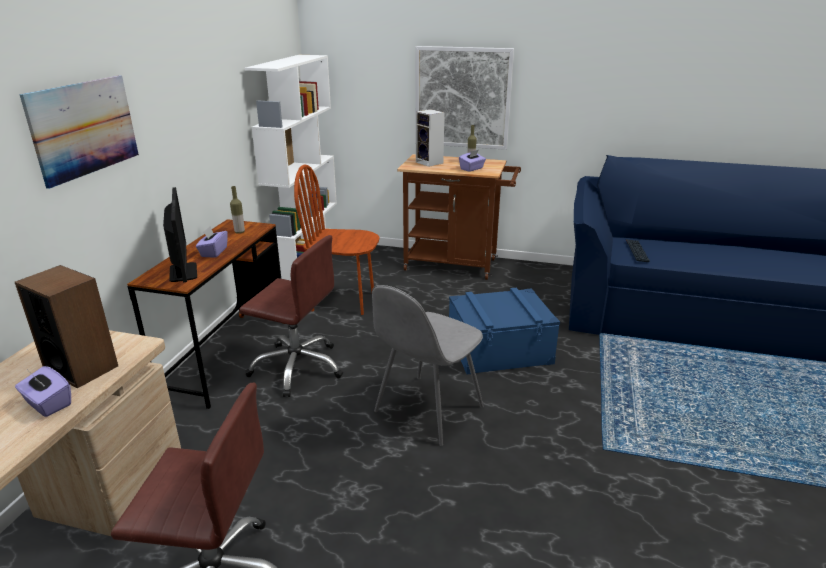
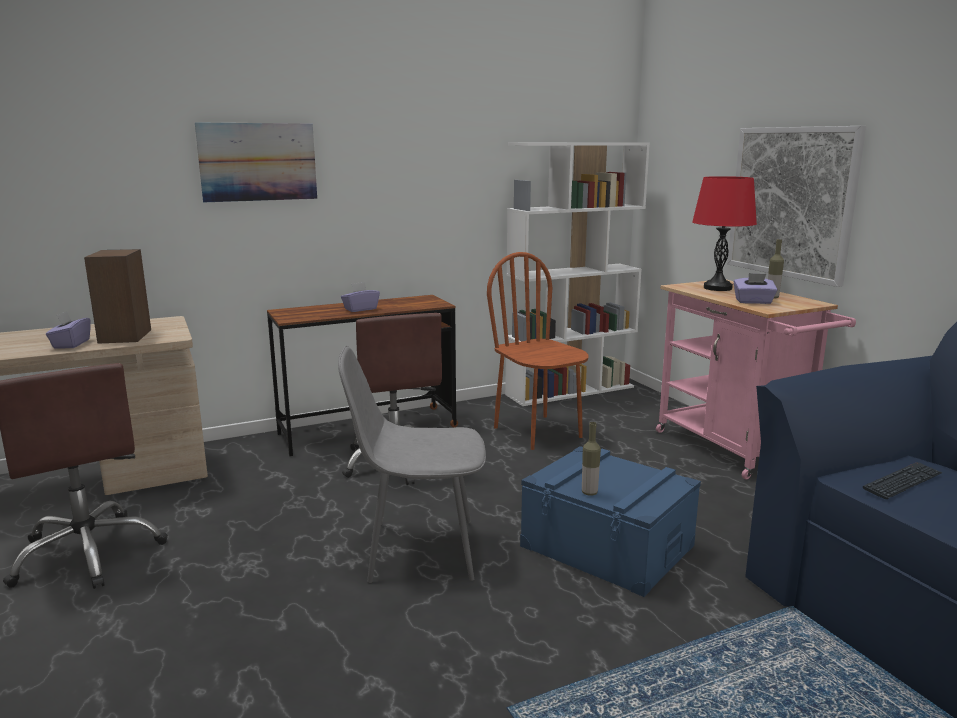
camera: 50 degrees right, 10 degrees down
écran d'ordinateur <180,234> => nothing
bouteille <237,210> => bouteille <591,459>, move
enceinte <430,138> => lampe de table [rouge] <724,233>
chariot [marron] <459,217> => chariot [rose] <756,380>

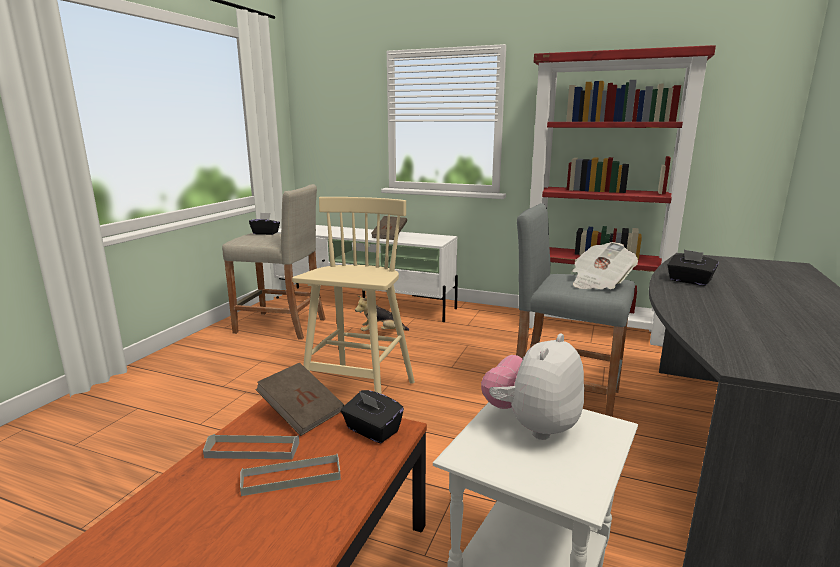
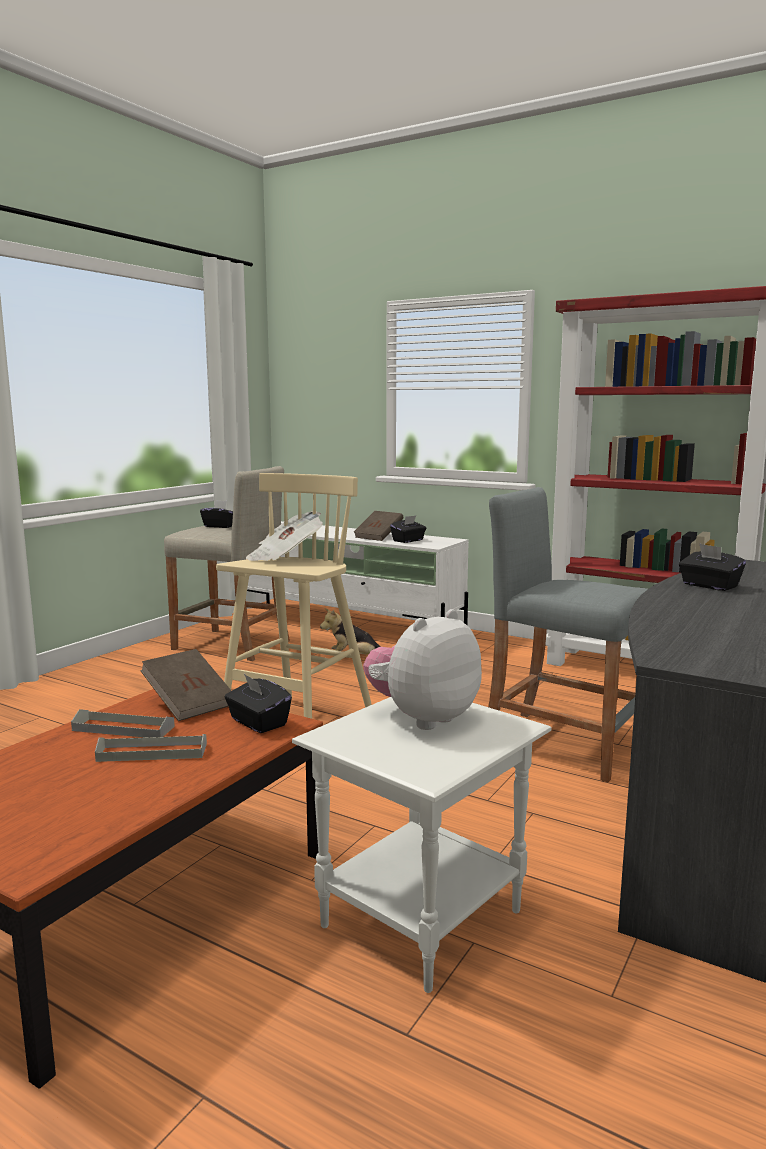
camera: 10 degrees right, 5 degrees down
nothing => boîte à mouchoirs [noir] <408,529>
journal <605,265> => journal <284,536>, move

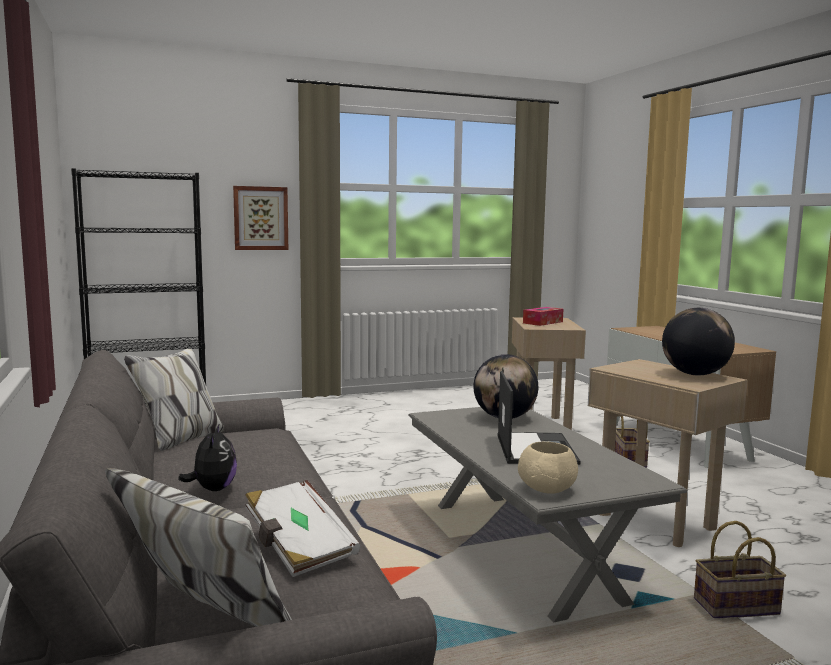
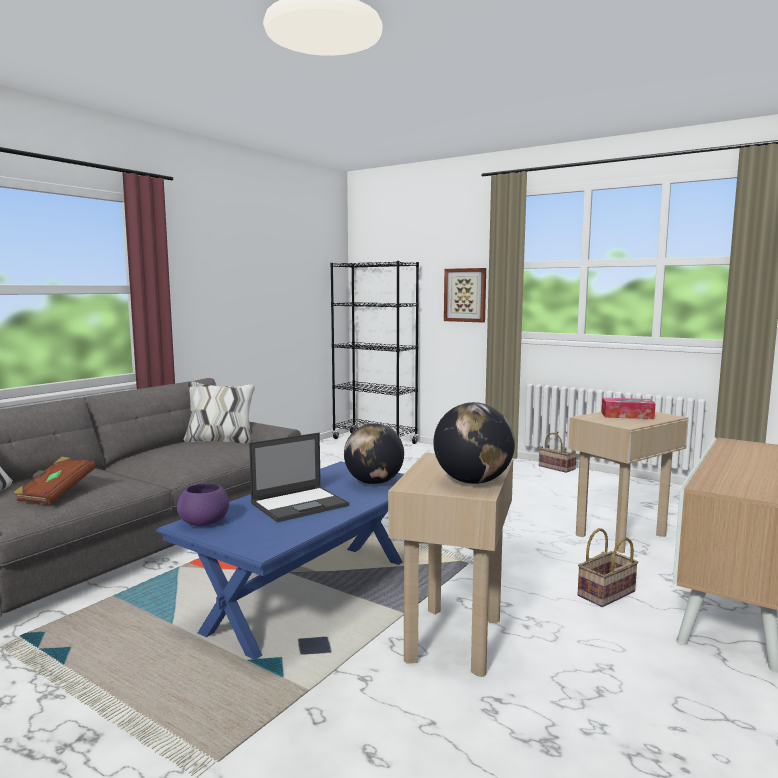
camera: 55 degrees right, 0 degrees up
peluche <207,457> => nothing
panier <740,569> => panier <557,452>, move
livre [blanc] <302,528> => livre [marron] <55,480>
table basse [gris] <548,514> => table basse [bleu] <280,560>
bol [beige] <548,467> => bol [violet] <203,504>

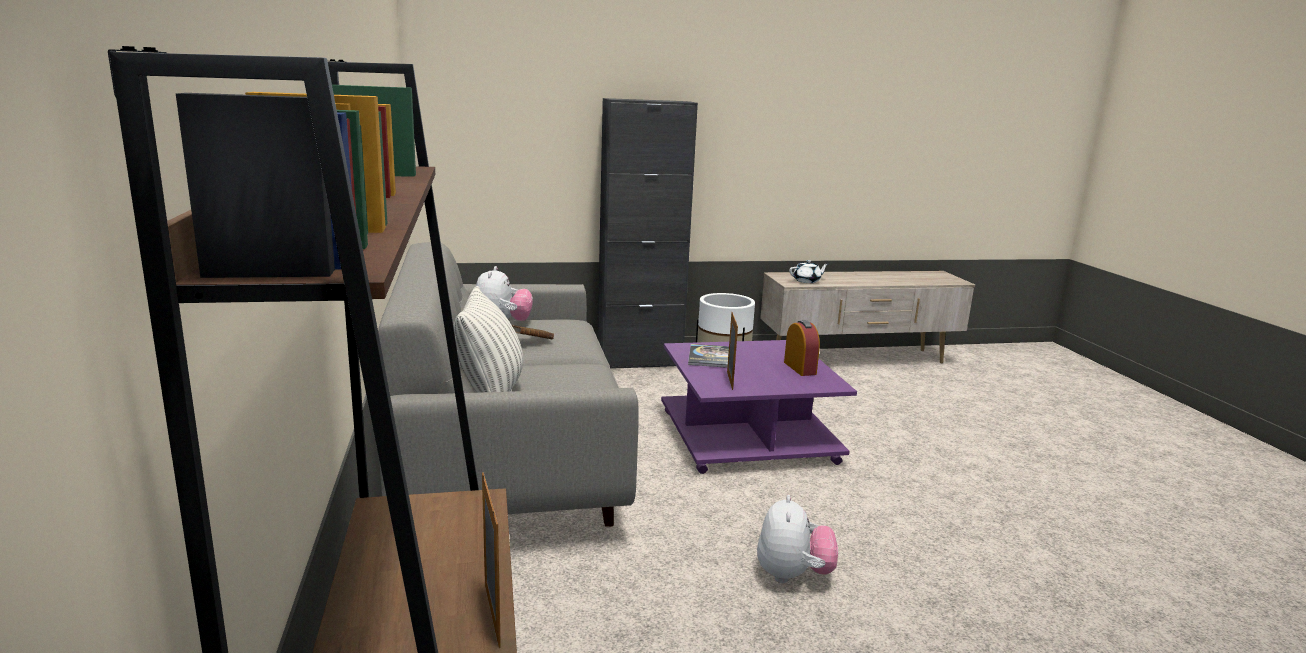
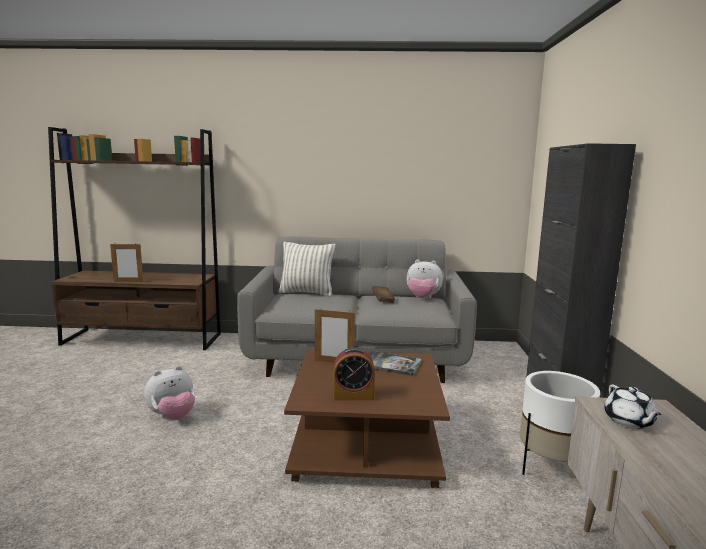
camera: 105 degrees right, 5 degrees down
table basse [violet] <759,407> => table basse [marron] <367,419>
peluche <797,539> => peluche <169,393>, 60 degrees counterclockwise

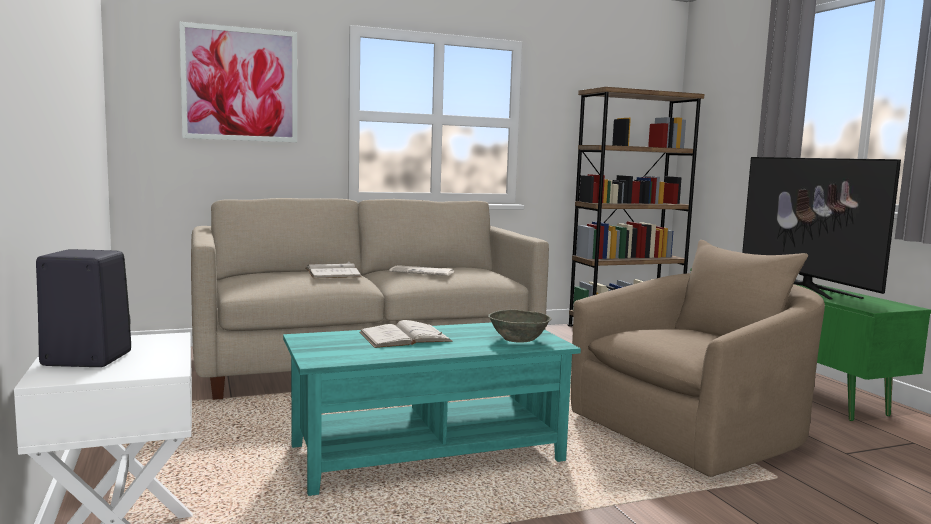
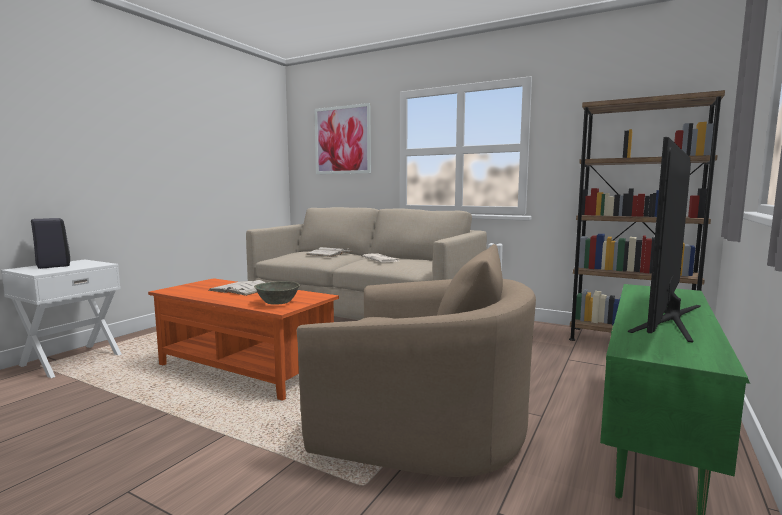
camera: 50 degrees right, 0 degrees up
table basse [turquoise] <432,409> => table basse [orange] <243,339>

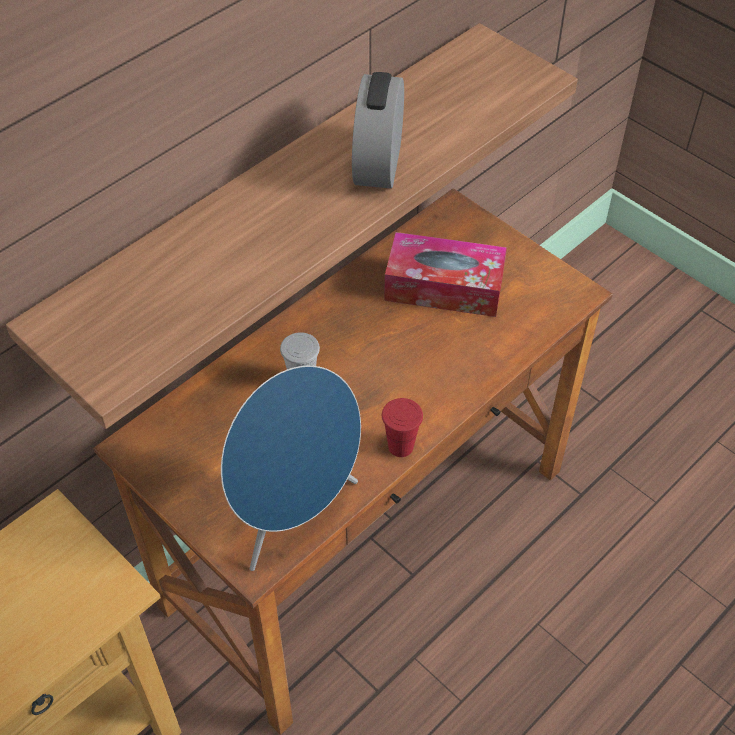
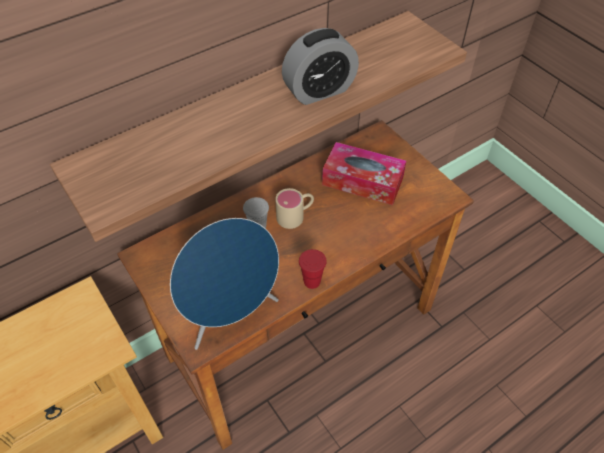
camera: 10 degrees right, 0 degrees up
nothing => mug [beige] <294,208>
réveil <378,130> => réveil <320,66>, 135 degrees counterclockwise

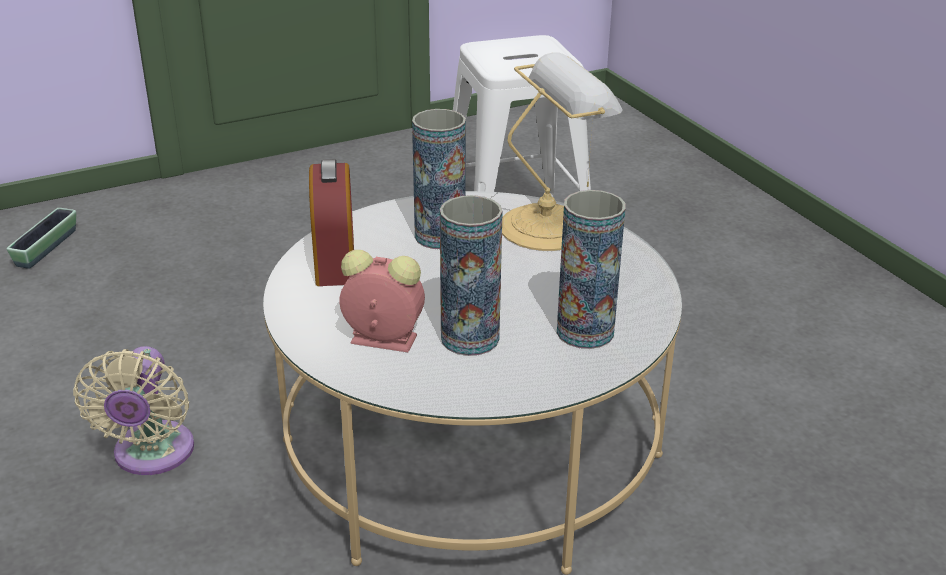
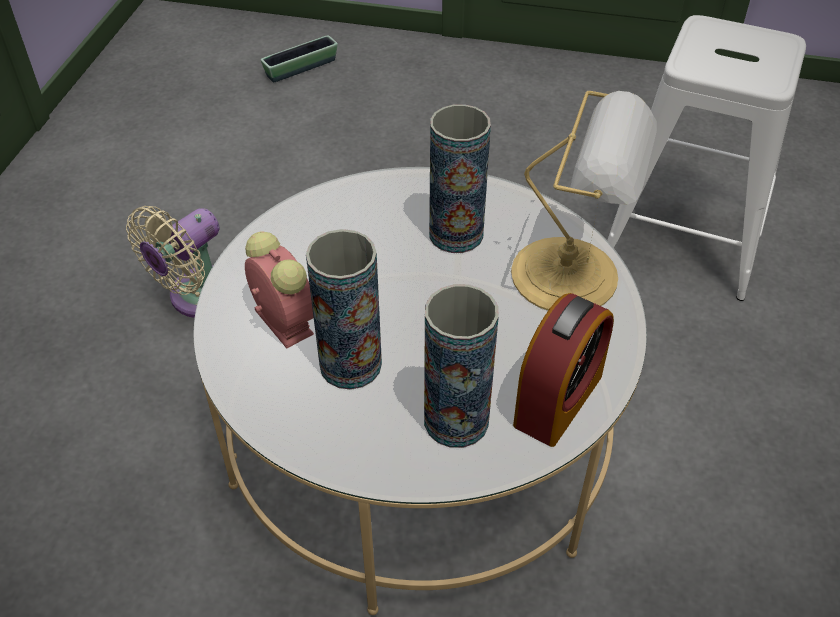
camera: 40 degrees right, 15 degrees up
réveil <331,222> => réveil <563,370>, move

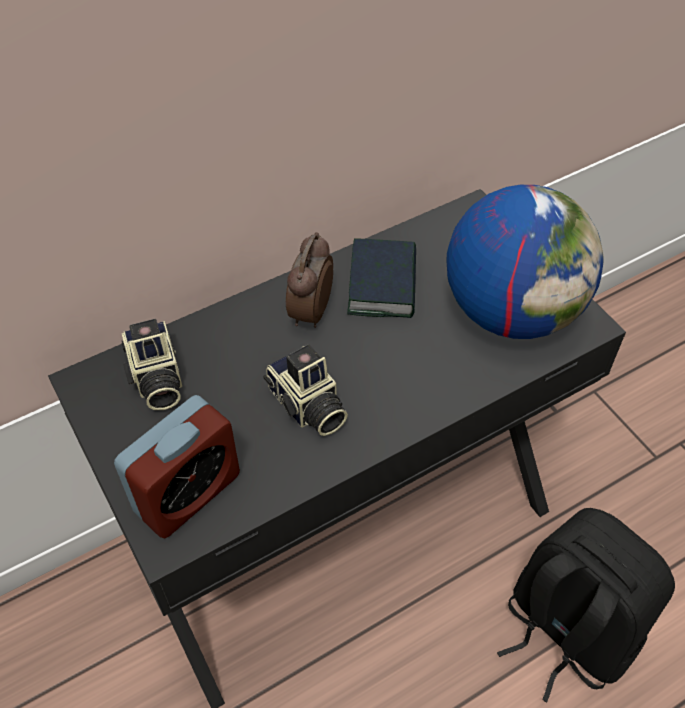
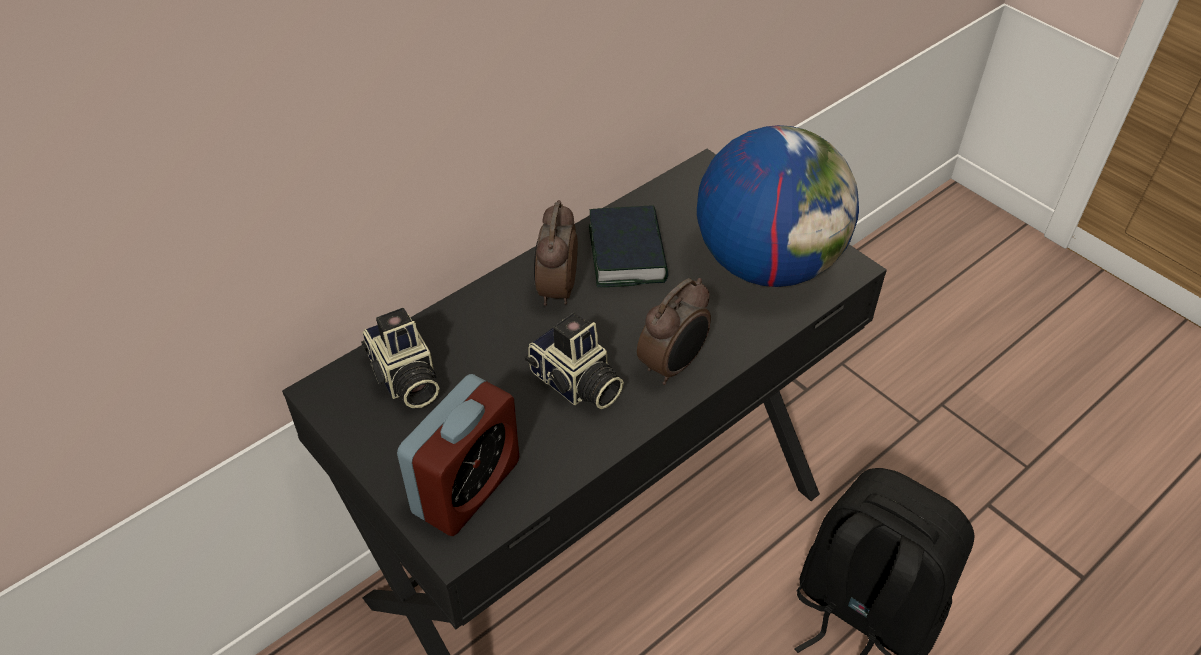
camera: 10 degrees left, 5 degrees down
nothing => réveil <674,331>

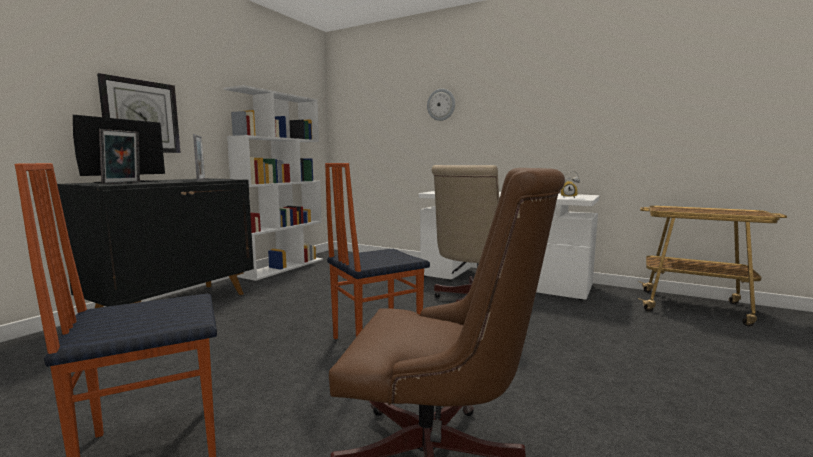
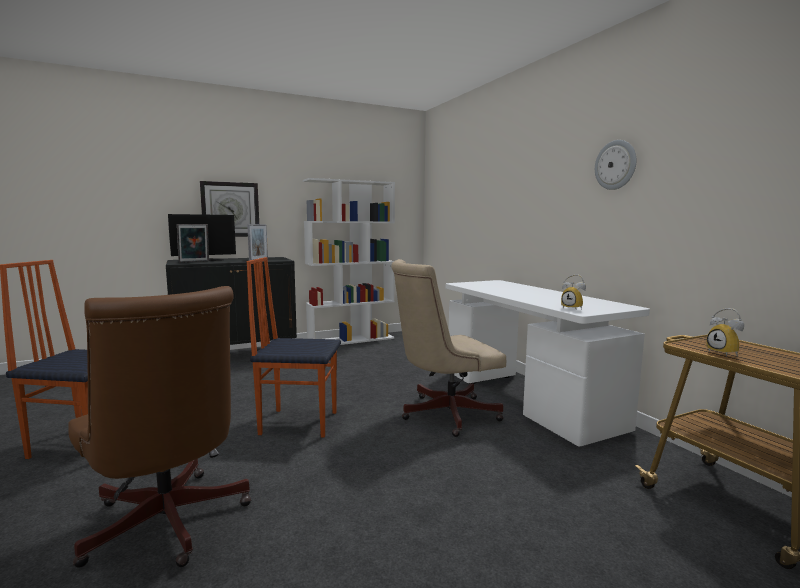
camera: 35 degrees right, 0 degrees up
nothing => réveil <725,332>
horloge murale <441,105> => horloge murale <616,165>, move

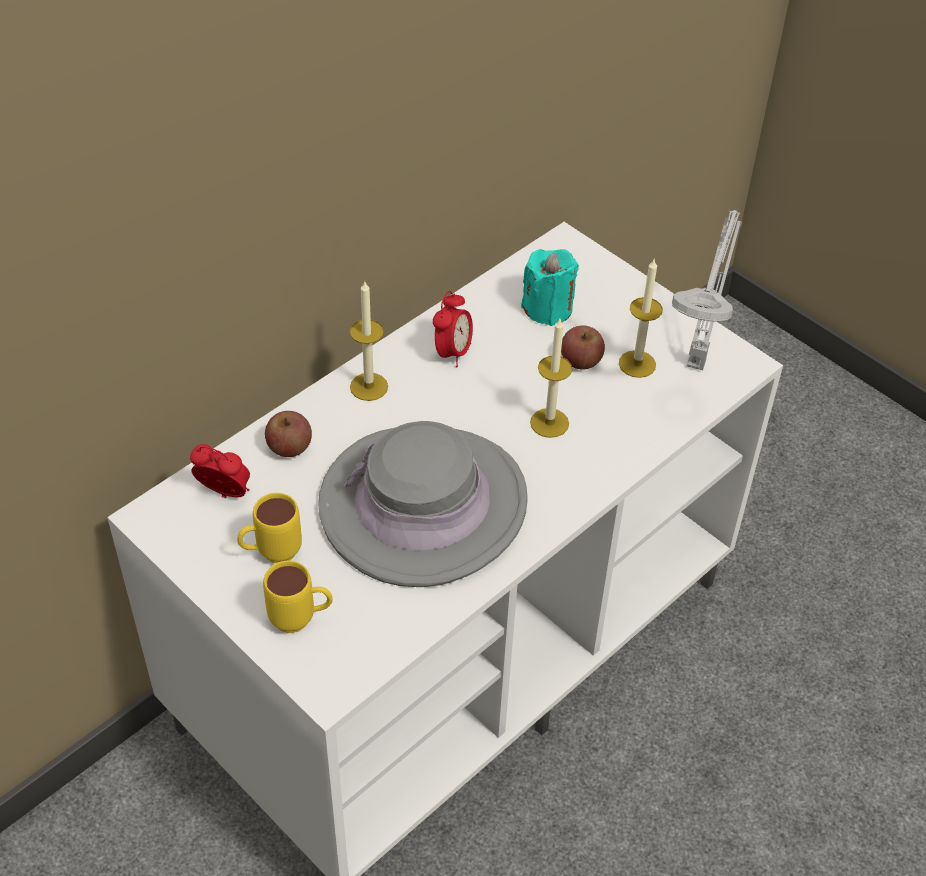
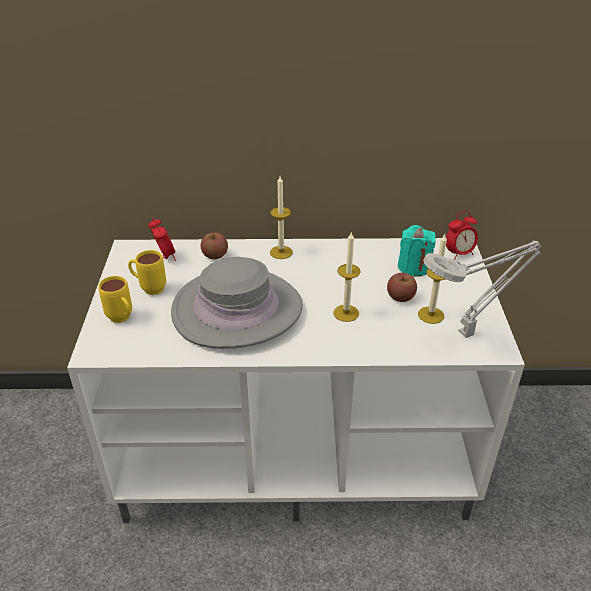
camera: 45 degrees right, 10 degrees down
réveil <453,329> => réveil <462,235>, move

